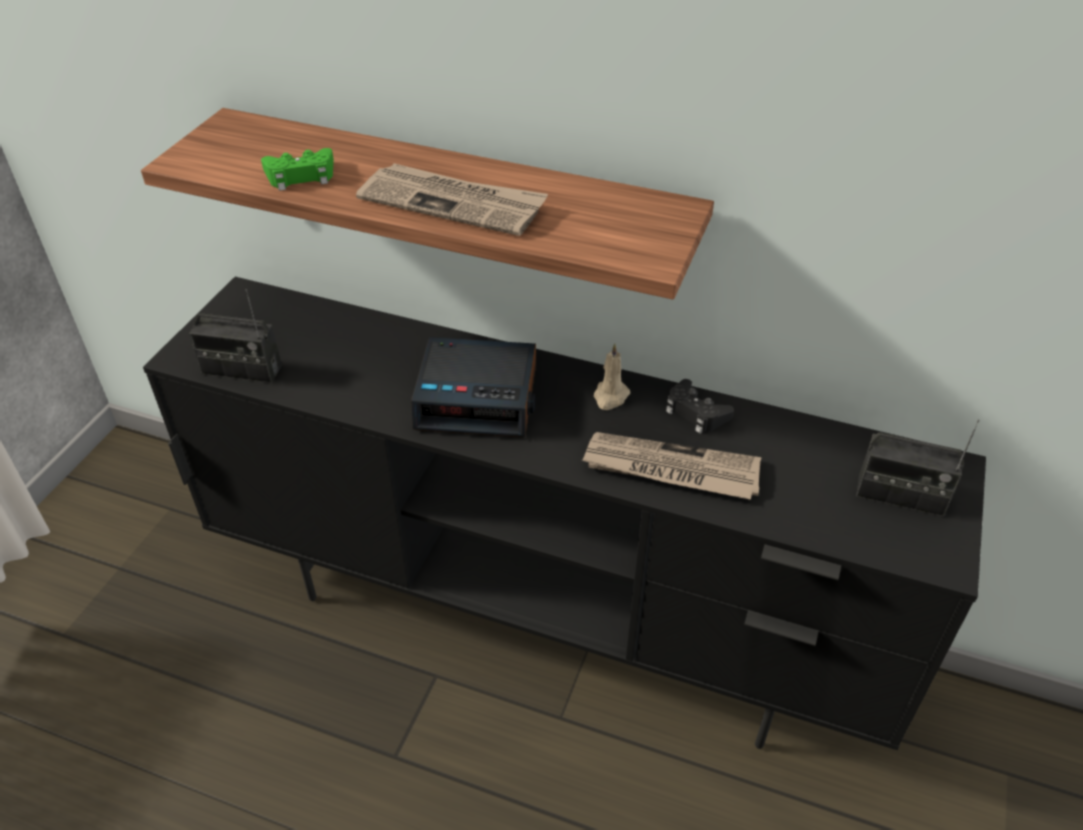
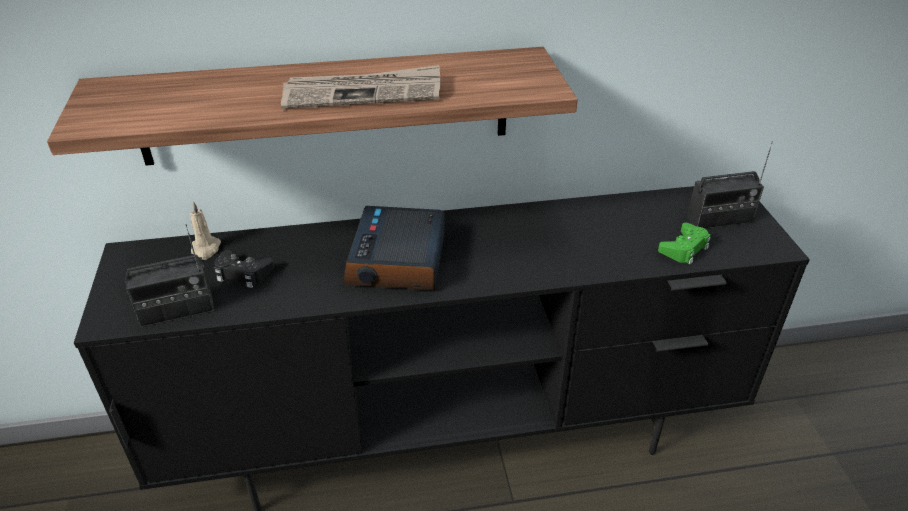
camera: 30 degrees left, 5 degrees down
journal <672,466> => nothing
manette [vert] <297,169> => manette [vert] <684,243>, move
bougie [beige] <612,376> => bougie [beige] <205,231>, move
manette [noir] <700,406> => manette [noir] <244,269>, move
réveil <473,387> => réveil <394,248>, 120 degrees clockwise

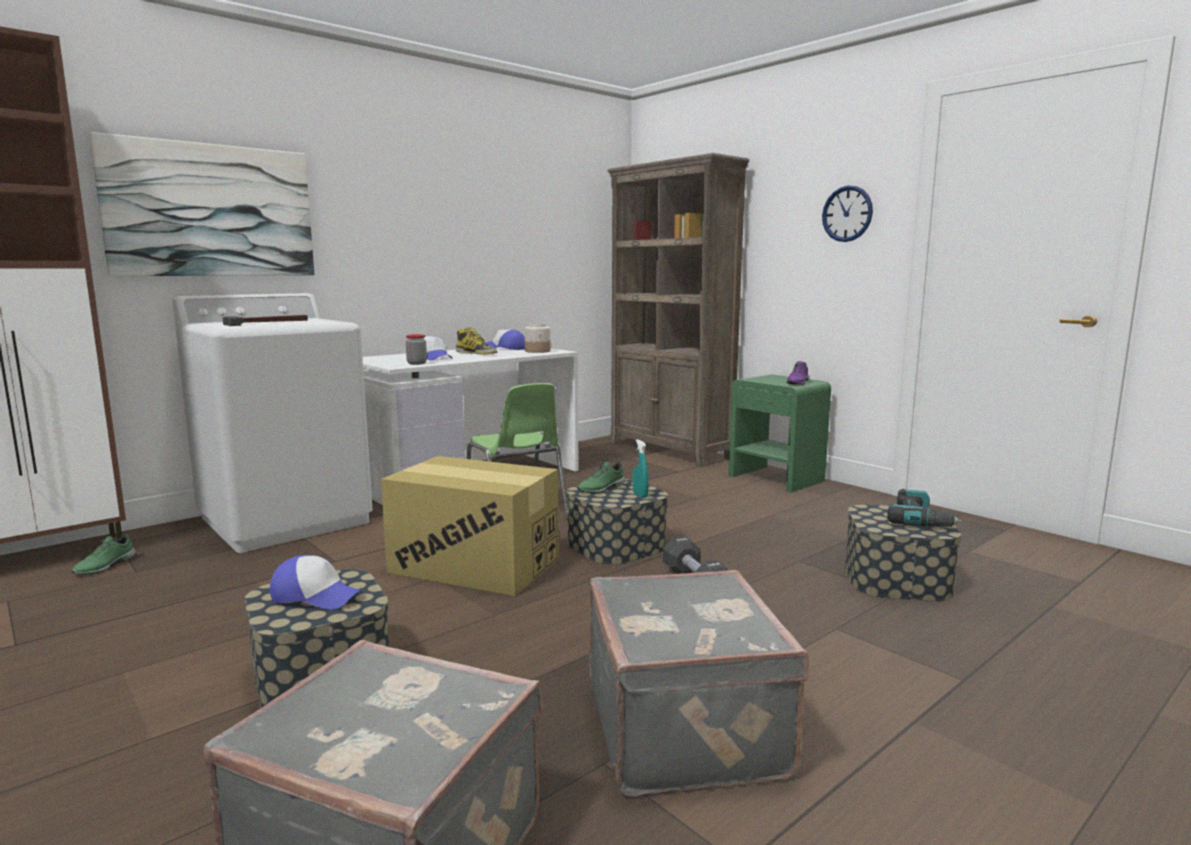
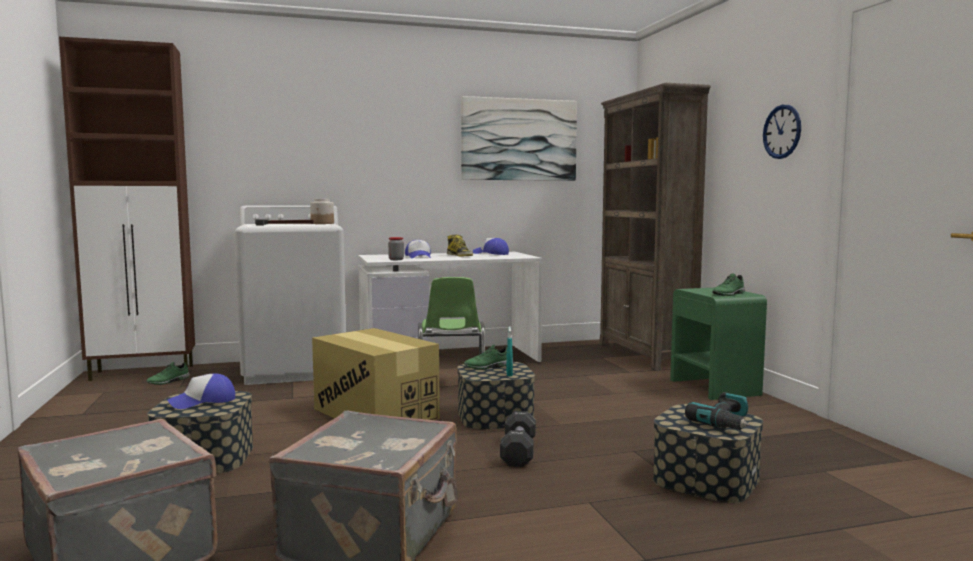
camera: 25 degrees right, 5 degrees down
tableau <201,204> => tableau <519,138>, move
bocal <538,338> => bocal <322,211>, move
chaussure [violet] <798,373> => chaussure [vert] <728,285>
casquette <316,582> => casquette <201,391>, 105 degrees clockwise

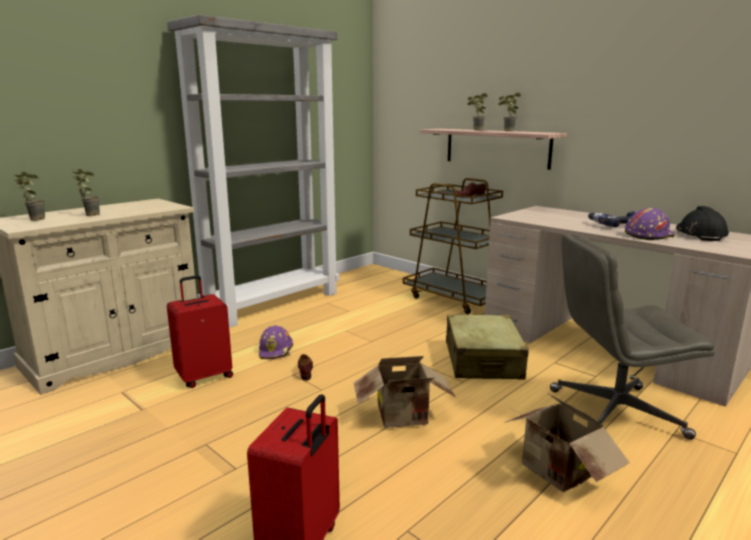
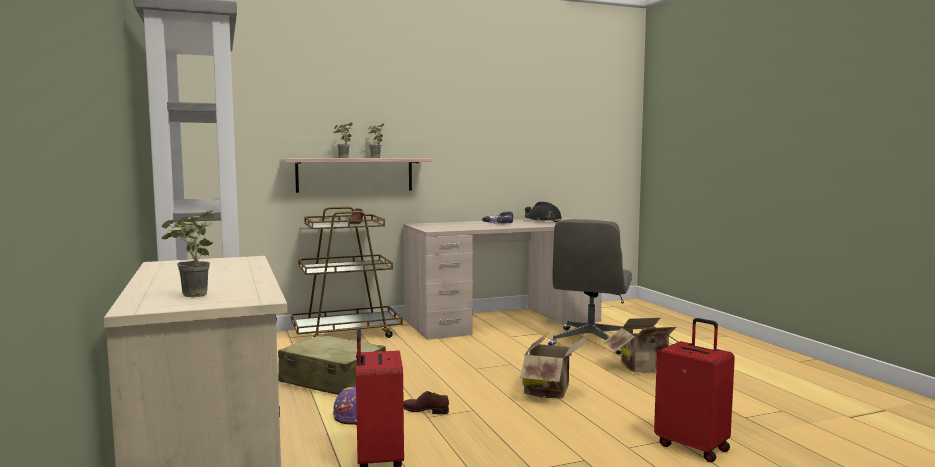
camera: 65 degrees left, 10 degrees down
plante en pot <86,192> => nothing
casque de chantier [violet] <650,224> => nothing
valise [beige] <487,347> => valise [beige] <332,364>, move

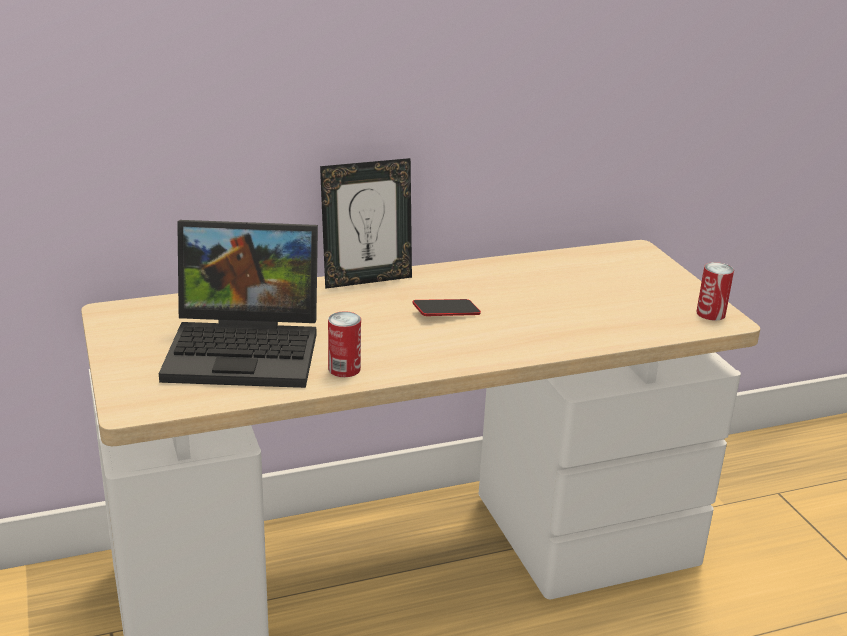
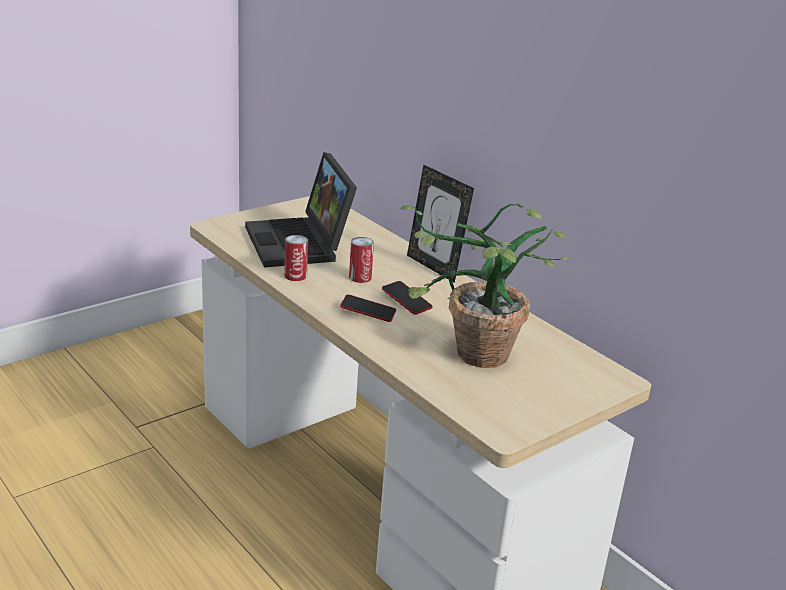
camera: 70 degrees right, 0 degrees up
nothing => téléphone <368,308>
nothing => plante en pot <484,285>
boîte métallique <715,291> => boîte métallique <361,260>, move

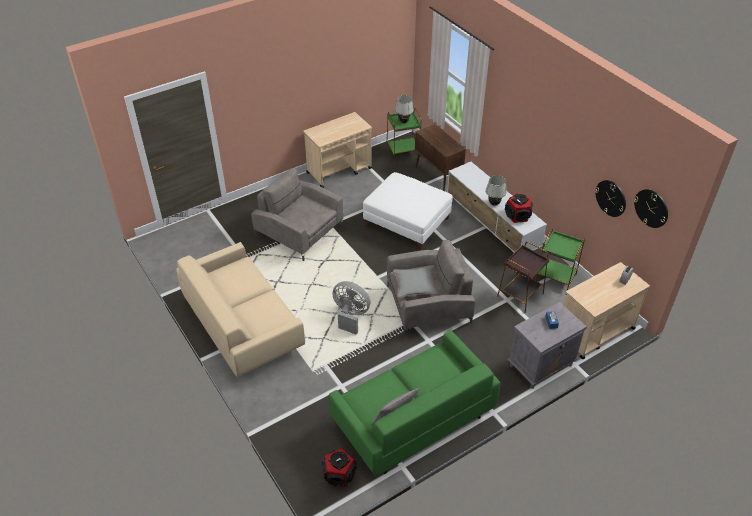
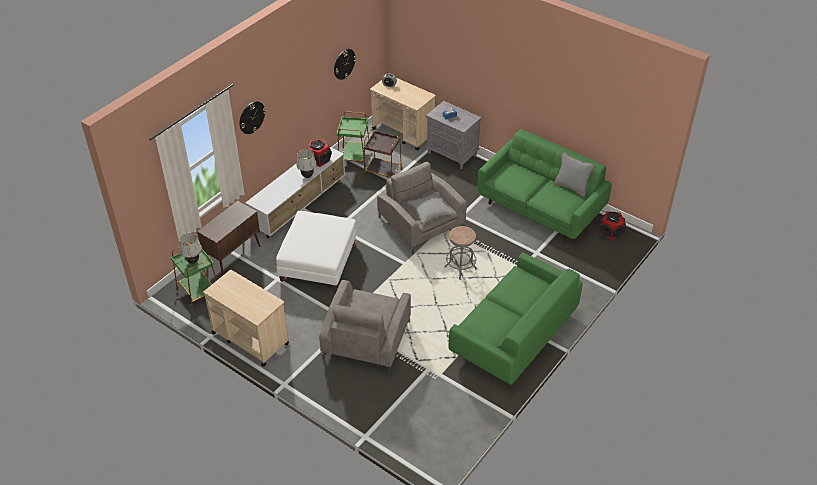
camera: 110 degrees left, 0 degrees up
horloge murale <651,208> => horloge murale <253,117>, move
ventilateur [gris] <351,308> => tabouret [gris] <460,253>
canapé [beige] <240,309> => canapé [vert] <516,318>

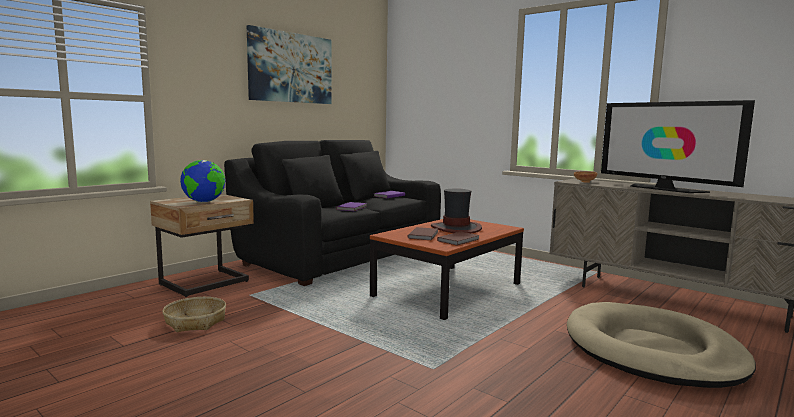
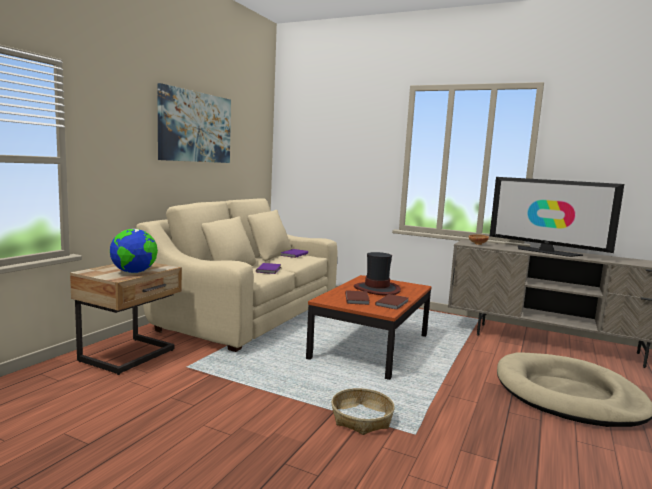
camera: 15 degrees left, 0 degrees up
panier <194,314> => panier <363,411>, move
canapé [noir] <332,213> => canapé [beige] <237,275>

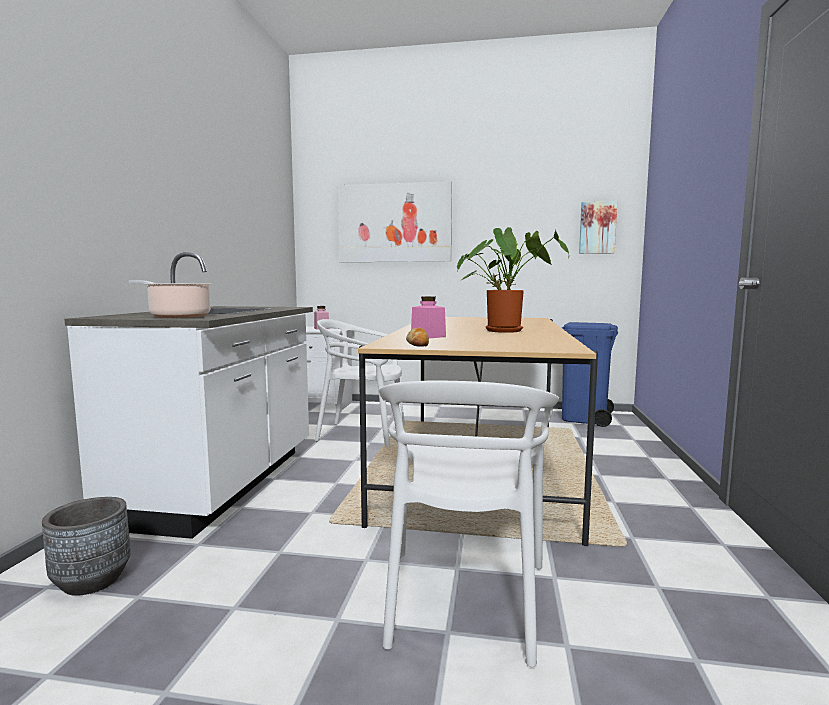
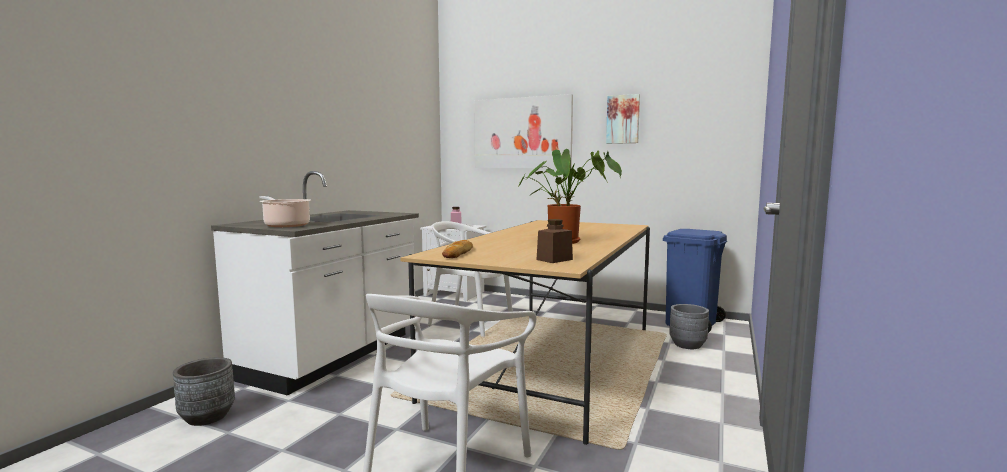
camera: 15 degrees right, 0 degrees up
bocal [rose] <428,317> => nothing
nothing => bocal [marron] <554,241>
nothing => cache-pot [gris] <689,326>
tableau <598,227> => tableau <623,119>, move

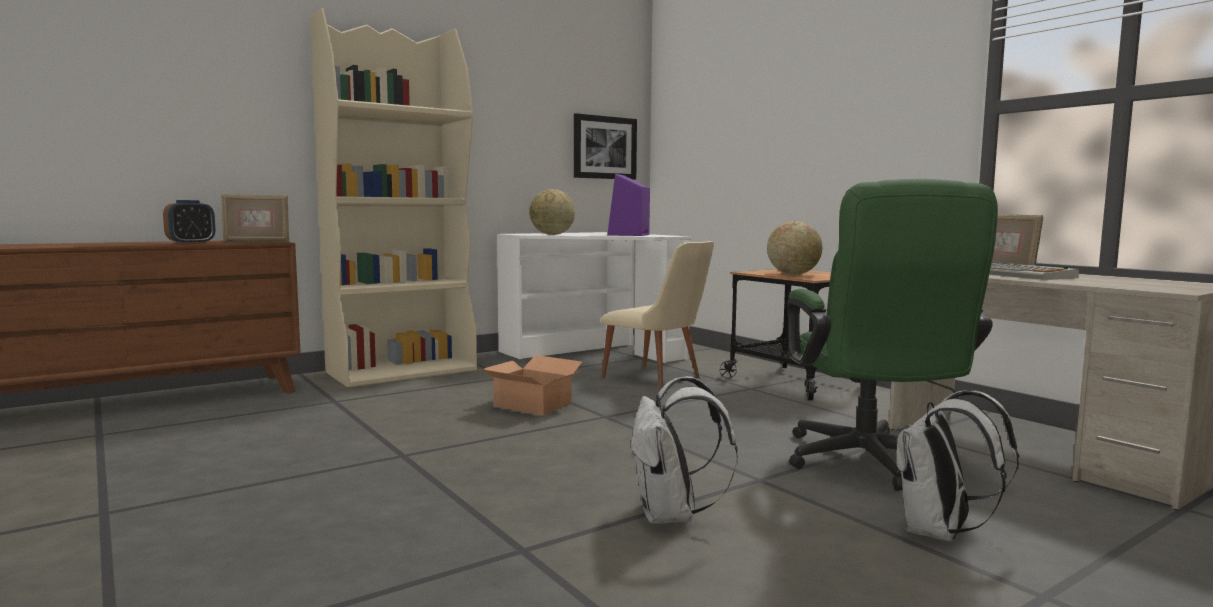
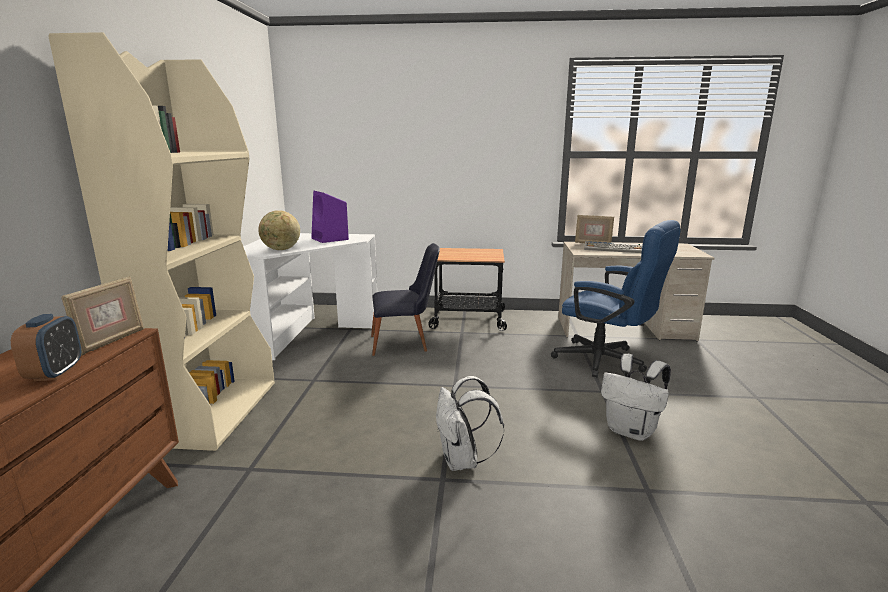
camera: 50 degrees left, 10 degrees up
carton <531,385> => nothing
tableau <605,146> => nothing
globe <794,248> => nothing
sac à dos [blanc] <958,466> => sac à dos [blanc] <470,423>, move
chaise [beige] <657,315> => chaise [noir] <405,299>
chaise de bureau [vert] <892,335> => chaise de bureau [bleu] <615,299>

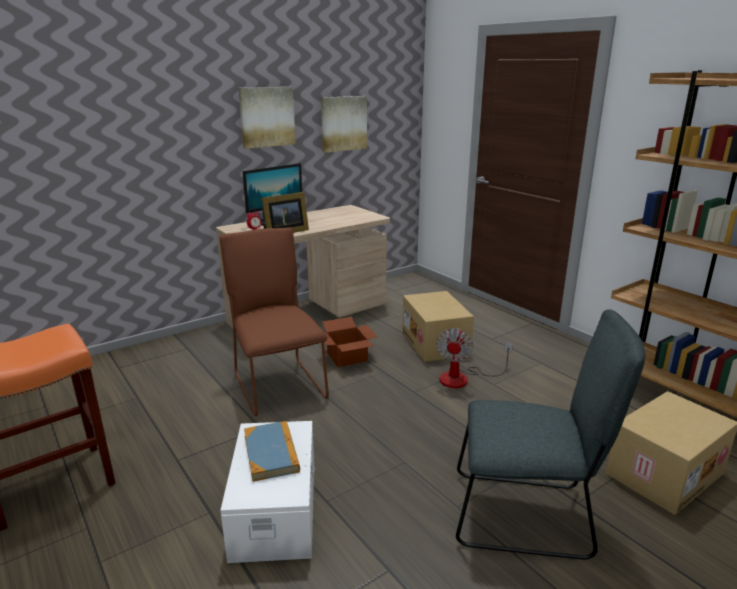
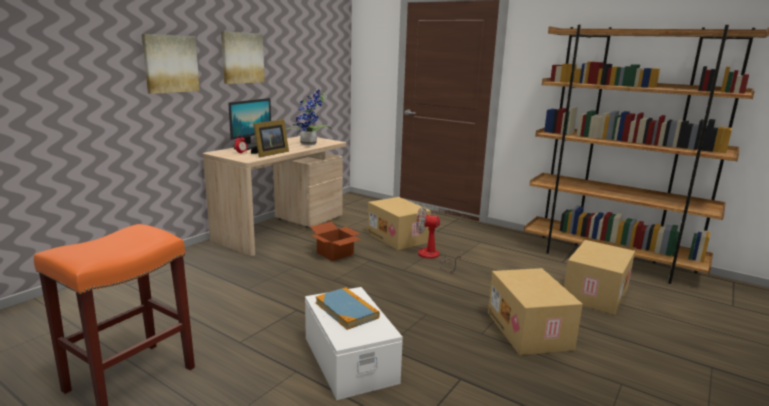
camera: 20 degrees left, 5 degrees down
chaise [marron] <274,322> => nothing
nothing => plante en pot <309,117>
tableau <344,124> => tableau <171,64>, move
chaise [gris] <550,434> => carton <535,311>
ventilateur <474,358> => ventilateur <438,239>, 105 degrees clockwise

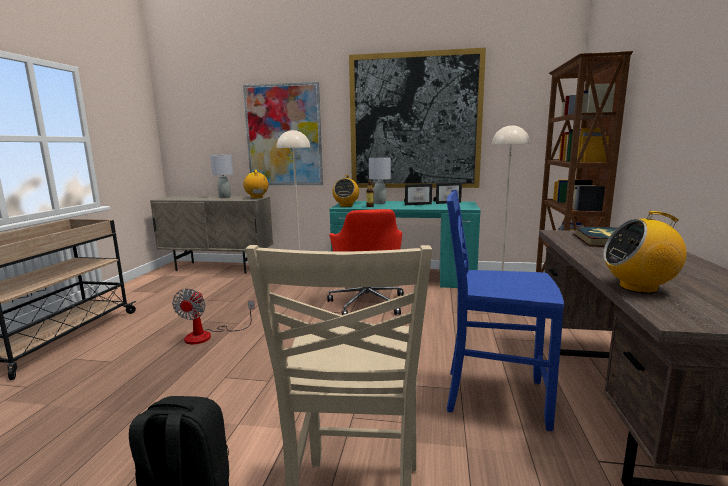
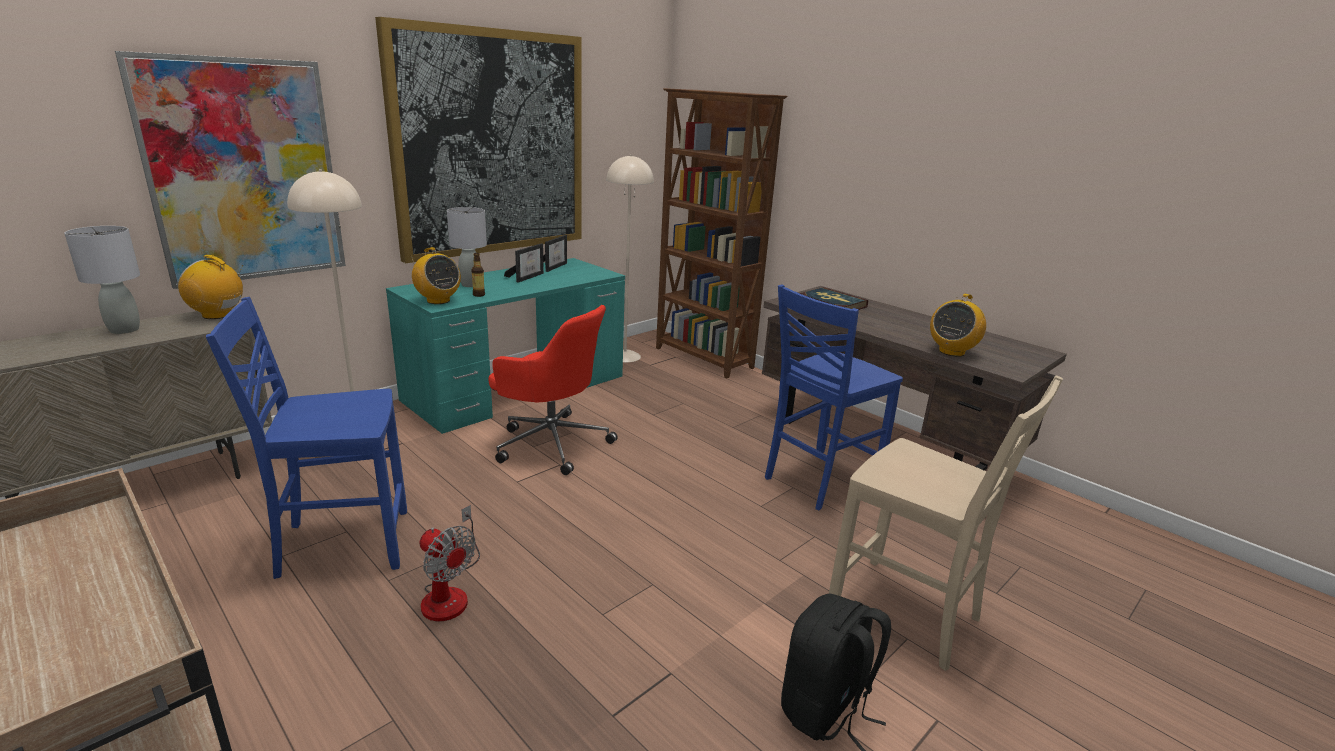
camera: 55 degrees left, 10 degrees up
nothing => chaise [bleu] <306,438>

